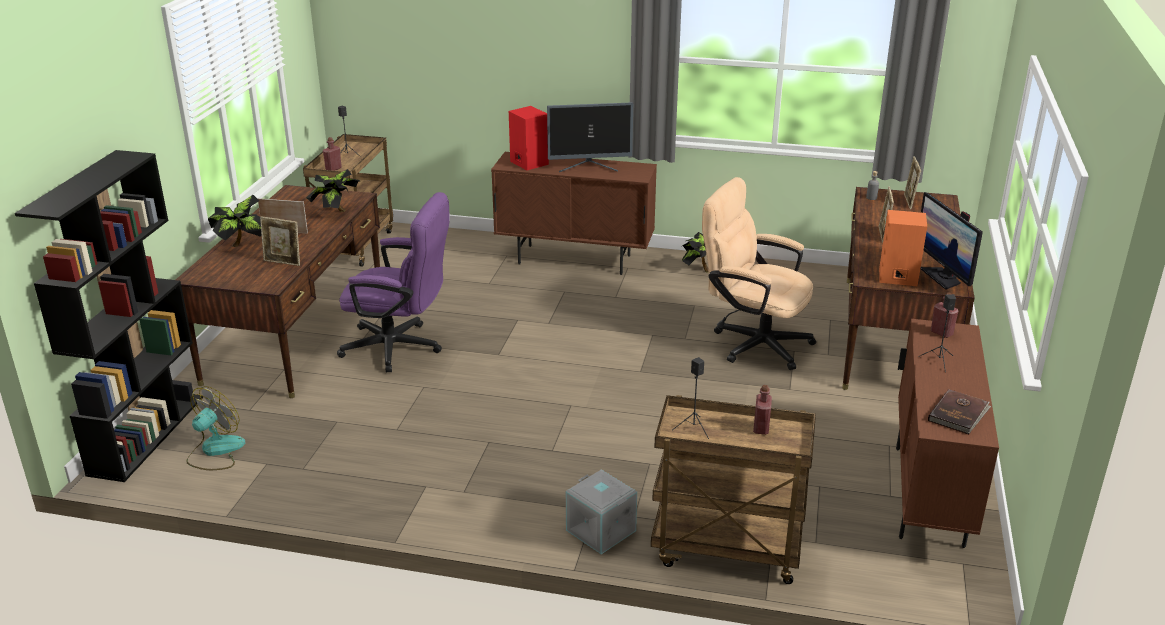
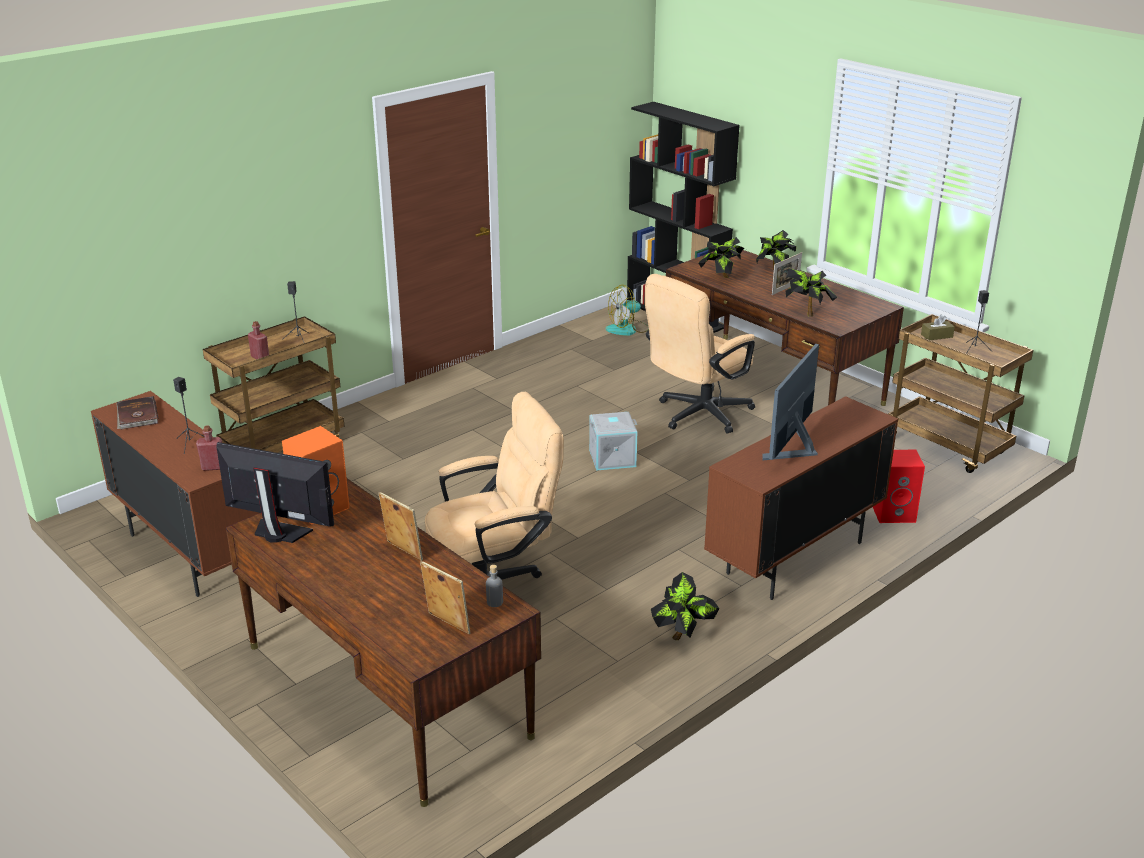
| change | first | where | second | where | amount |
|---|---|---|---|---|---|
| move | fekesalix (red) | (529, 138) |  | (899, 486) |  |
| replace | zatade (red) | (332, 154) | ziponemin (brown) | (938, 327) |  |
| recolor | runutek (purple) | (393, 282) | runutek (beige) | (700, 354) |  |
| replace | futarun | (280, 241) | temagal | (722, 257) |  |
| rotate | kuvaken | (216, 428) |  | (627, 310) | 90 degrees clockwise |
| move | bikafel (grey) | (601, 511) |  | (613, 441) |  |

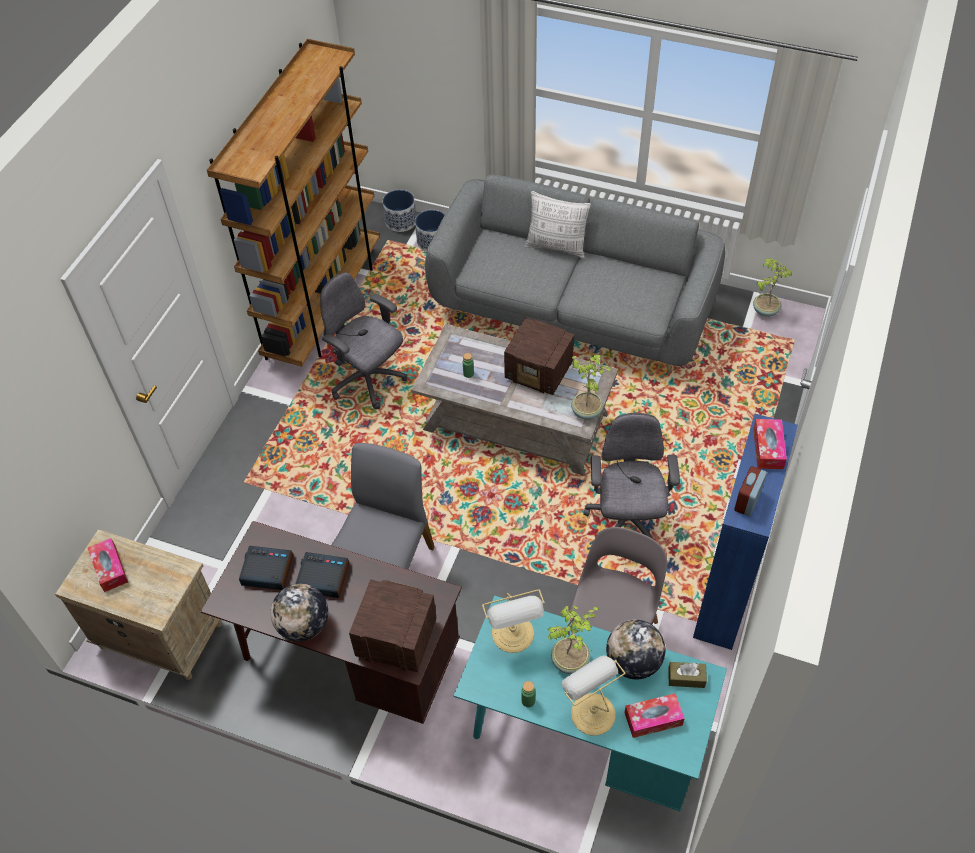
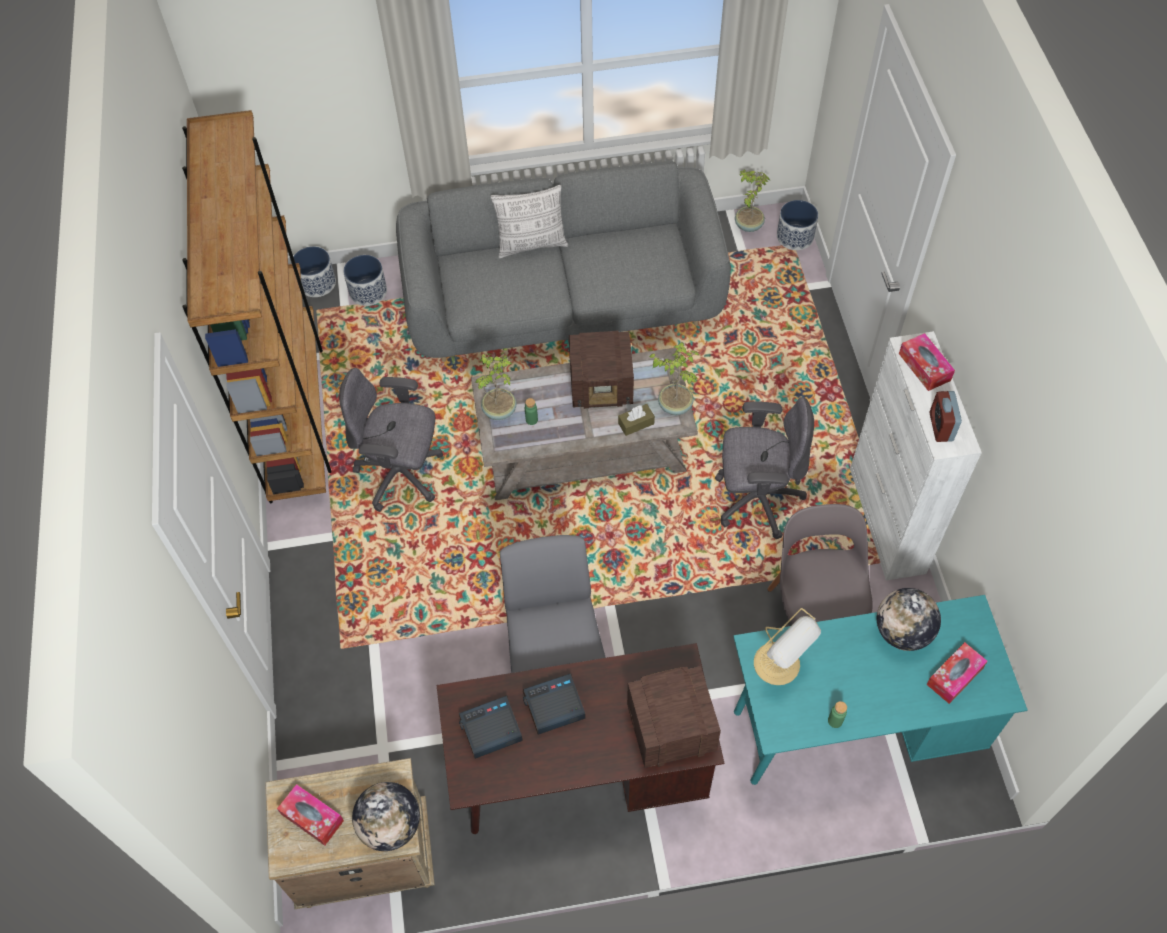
| change | first | where | second | where | amount |
|---|---|---|---|---|---|
| rotate | runutek (grey) | (631, 476) |  | (764, 468) | 120 degrees clockwise |
| recolor | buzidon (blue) | (745, 532) | buzidon (white) | (916, 455) |  |
| move | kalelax | (299, 612) |  | (386, 816) |  |
| move | temagal | (573, 640) |  | (495, 384) |  |
| delete | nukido | (593, 695) |  |  |  |
| move | ziponemin (brown) | (687, 675) |  | (636, 420) |  |
| insert |  |  | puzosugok | (797, 225) |  |

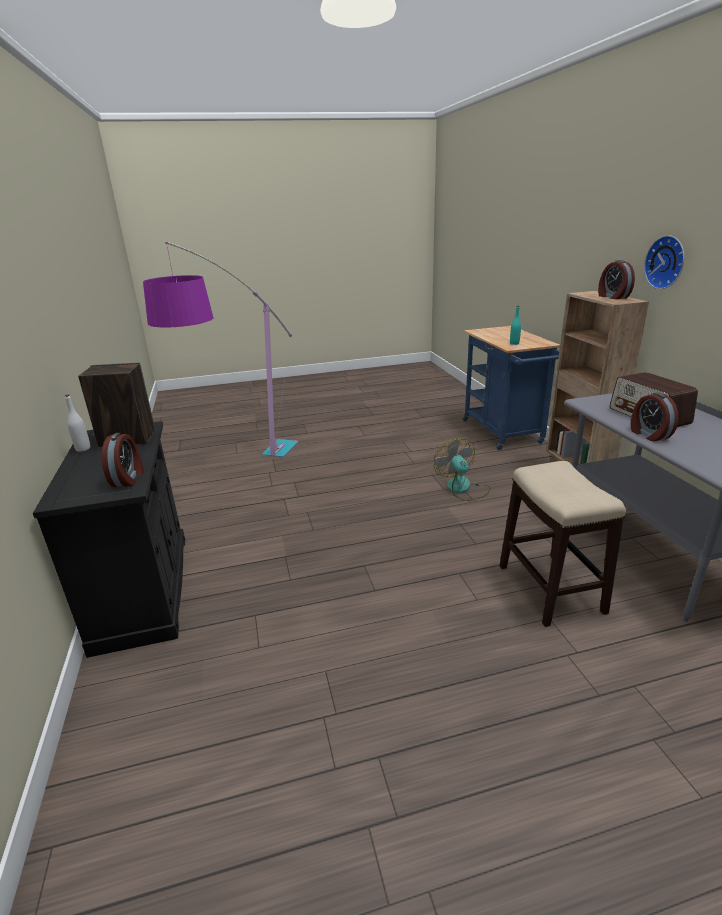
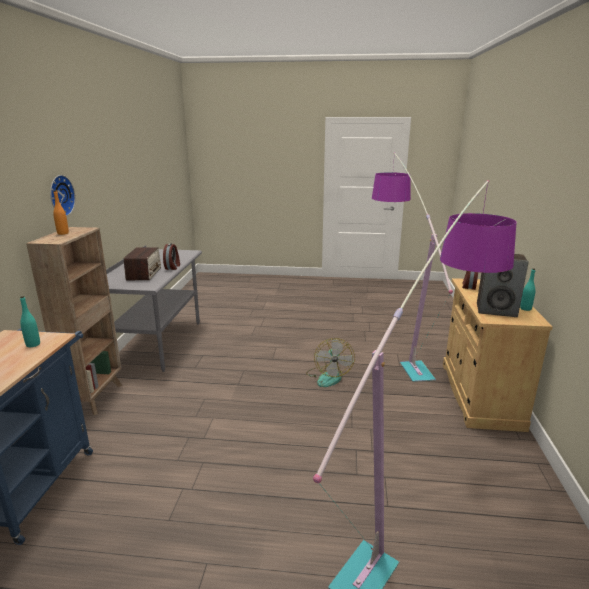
| change | first | where | second | where | amount |
|---|---|---|---|---|---|
| replace | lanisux | (616, 279) | zatade (orange) | (61, 212) |  |
| recolor | zatade (white) | (77, 422) | zatade (turquoise) | (527, 289) |  |
| recolor | buzidon (black) | (109, 539) | buzidon (beige) | (498, 355) |  |
| move | kuvaken | (462, 469) |  | (330, 362) |  |
| delete | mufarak | (563, 544) |  |  |  |
| insert |  |  | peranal | (412, 267) |  |

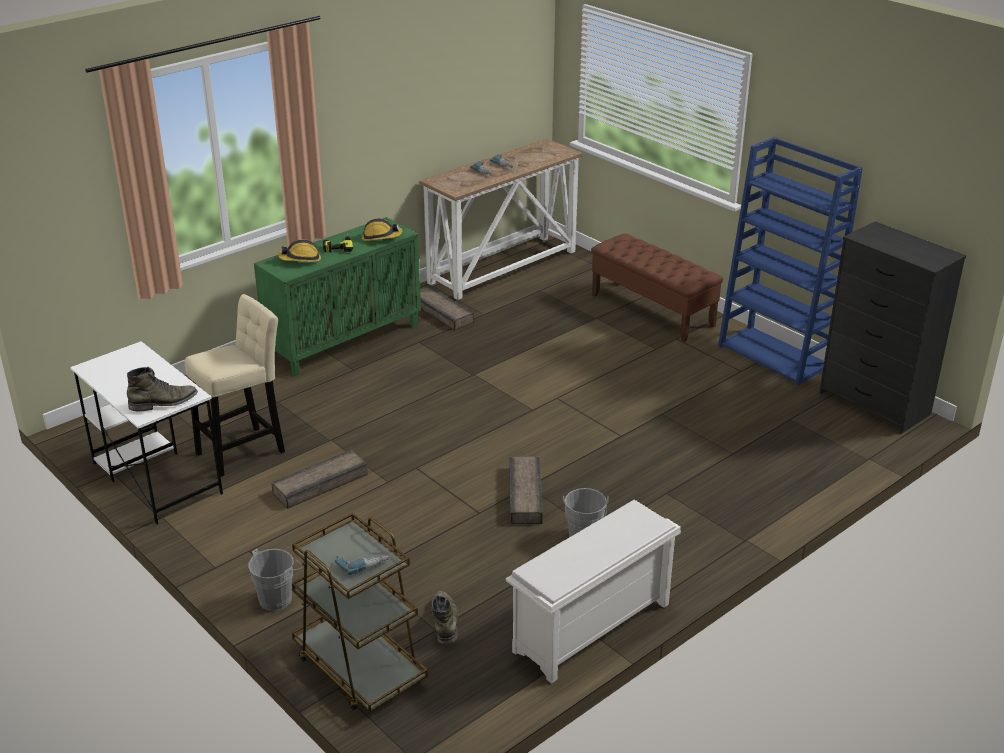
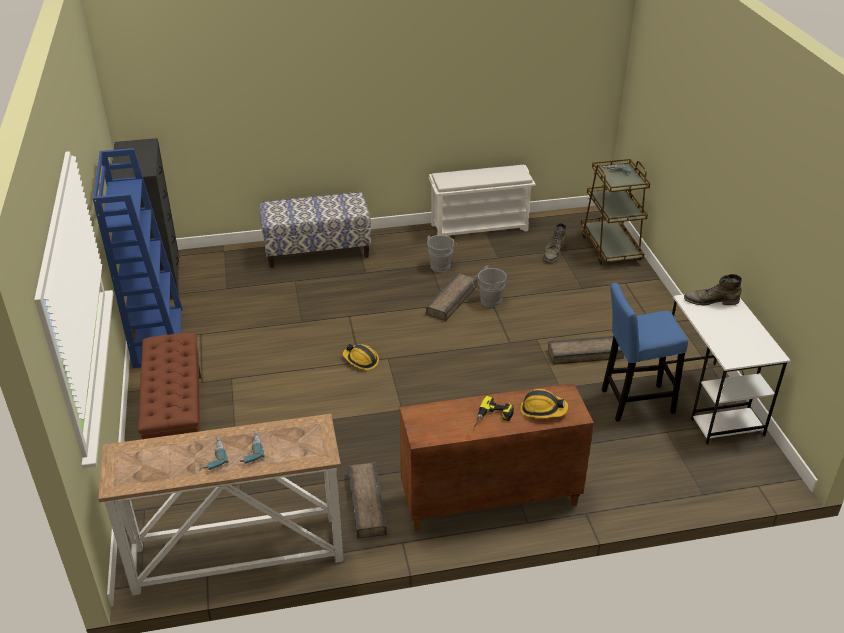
| change | first | where | second | where | amount |
|---|---|---|---|---|---|
| recolor | buzidon (green) | (337, 296) | buzidon (brown) | (496, 457) |  |
| move | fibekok | (382, 229) |  | (361, 357) |  |
| recolor | mufarak (beige) | (235, 385) | mufarak (blue) | (645, 352) |  |
| move | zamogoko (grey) | (275, 580) |  | (490, 286) |  |
| insert |  |  | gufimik | (315, 230) |  |

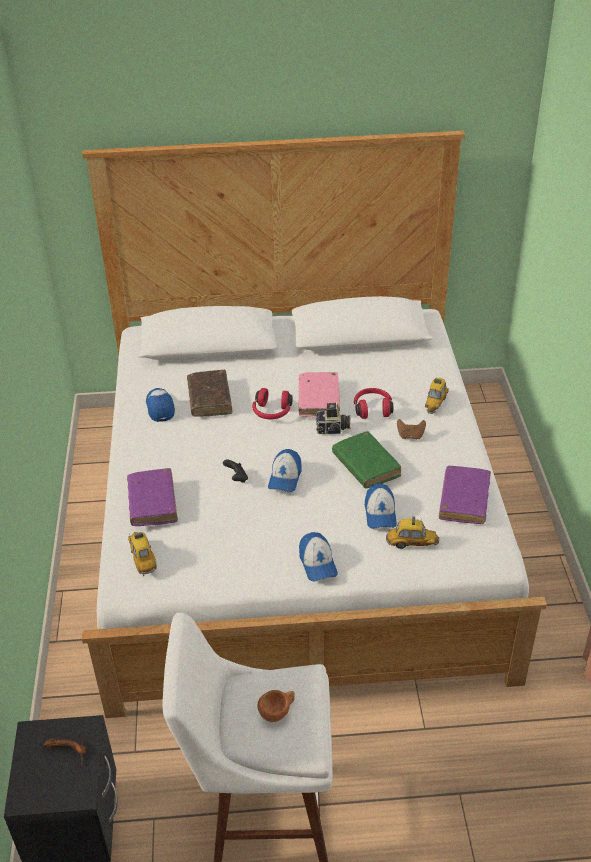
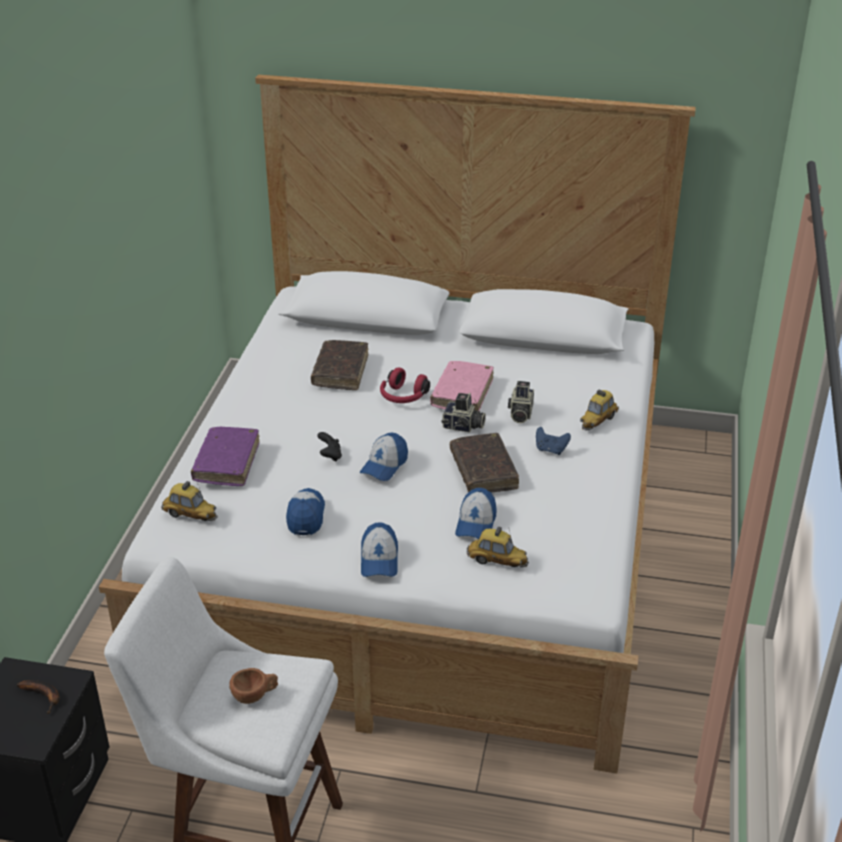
| change | first | where | second | where | amount |
|---|---|---|---|---|---|
| move | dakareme | (160, 405) |  | (305, 511) |  |
| replace | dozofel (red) | (373, 403) | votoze | (521, 402) |  |
| recolor | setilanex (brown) | (411, 429) | setilanex (blue) | (553, 441) |  |
| recolor | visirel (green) | (366, 460) | visirel (brown) | (484, 462) |  |
| delete | visirel (purple) | (465, 495) |  |  |  |
| rotate | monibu | (142, 554) |  | (189, 501) | 120 degrees clockwise |

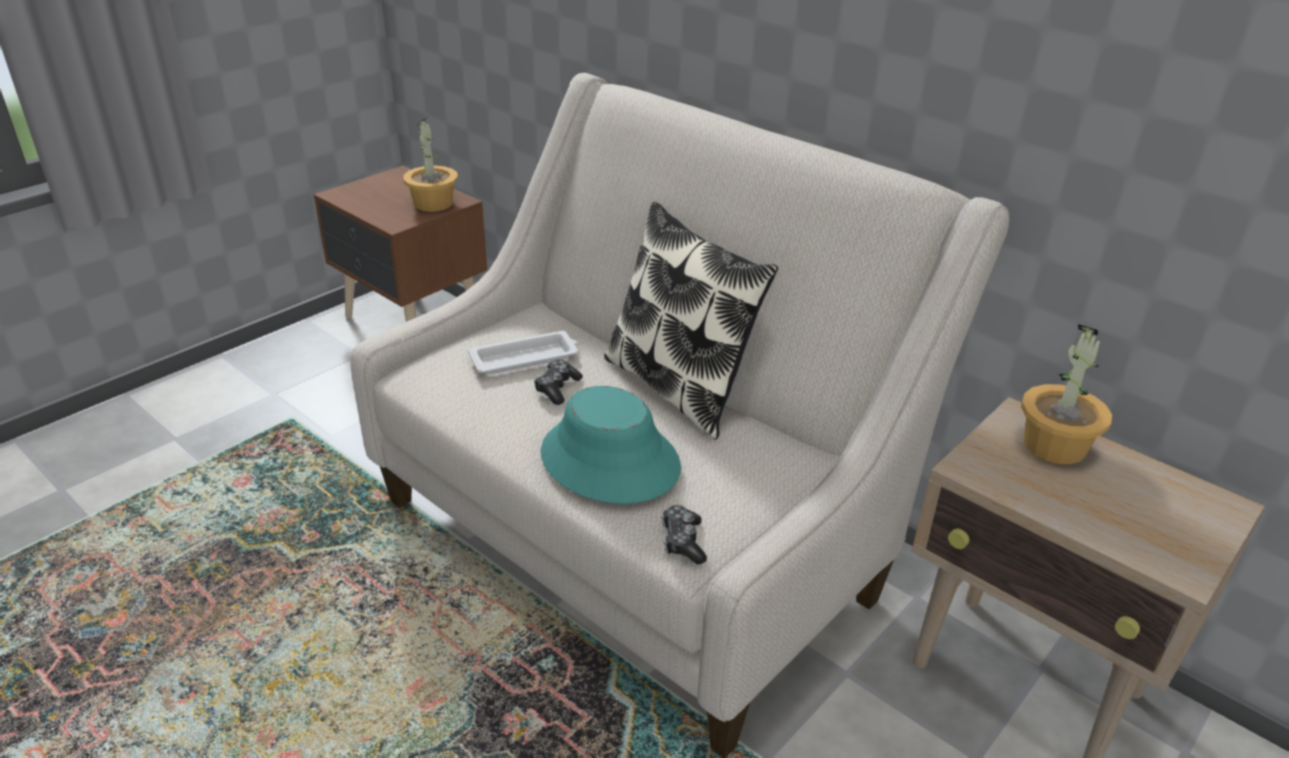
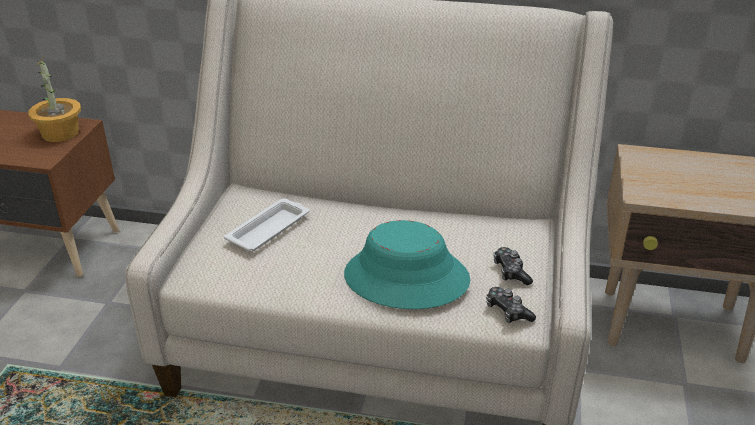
| change | first | where | second | where | amount |
|---|---|---|---|---|---|
| delete | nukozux | (691, 320) |  |  |  |
| delete | temagal | (1066, 394) |  |  |  |
| move | setilanex | (558, 382) |  | (513, 266) |  |

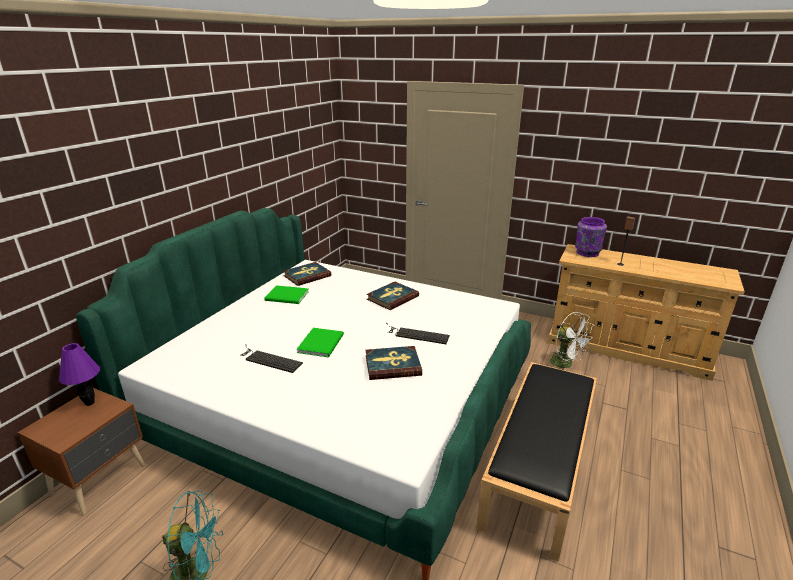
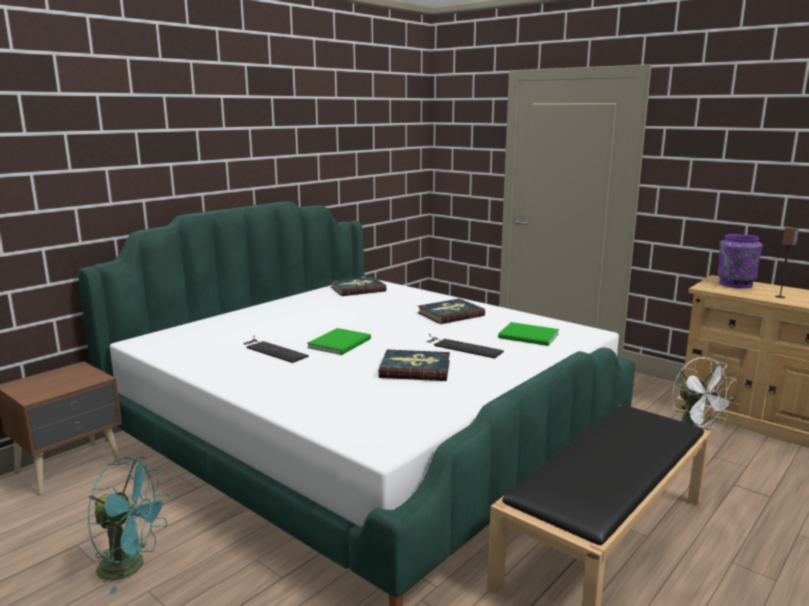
| change | first | where | second | where | amount |
|---|---|---|---|---|---|
| move | visirel (green) | (286, 294) |  | (528, 334) |  |
| delete | nukido (purple) | (79, 374) |  |  |  |

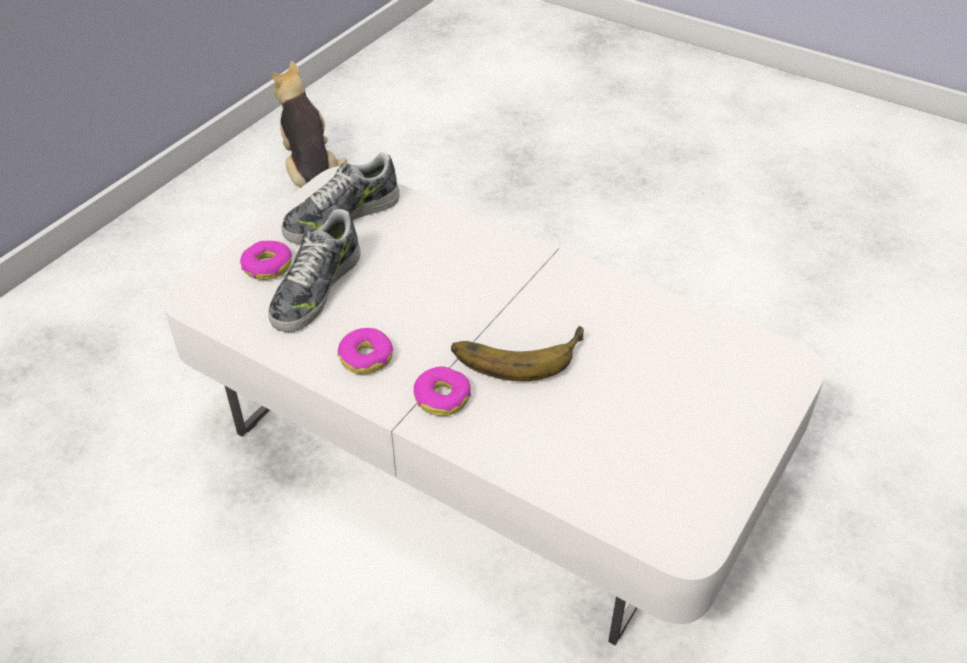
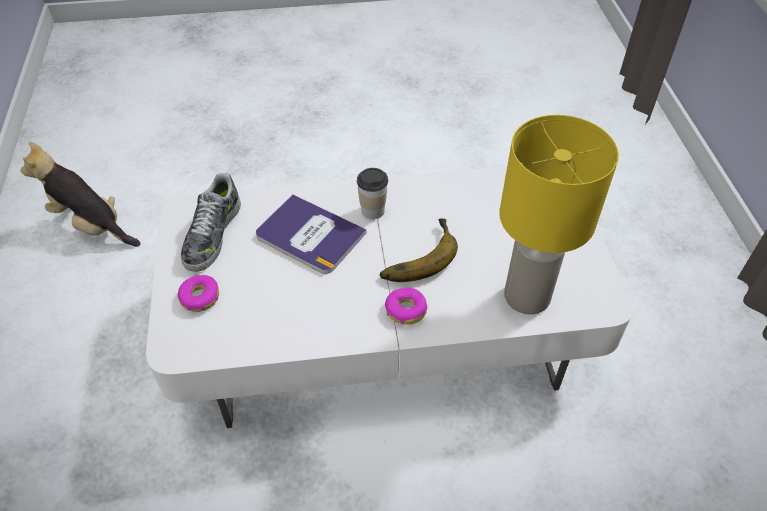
| change | first | where | second | where | amount |
|---|---|---|---|---|---|
| delete | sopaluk | (314, 270) |  |  |  |
| delete | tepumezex | (365, 351) |  |  |  |
| insert |  |  | nukido (yellow) | (559, 214) |  |
| insert |  |  | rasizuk | (372, 193) |  |
| insert |  |  | visirel | (311, 234) |  |

